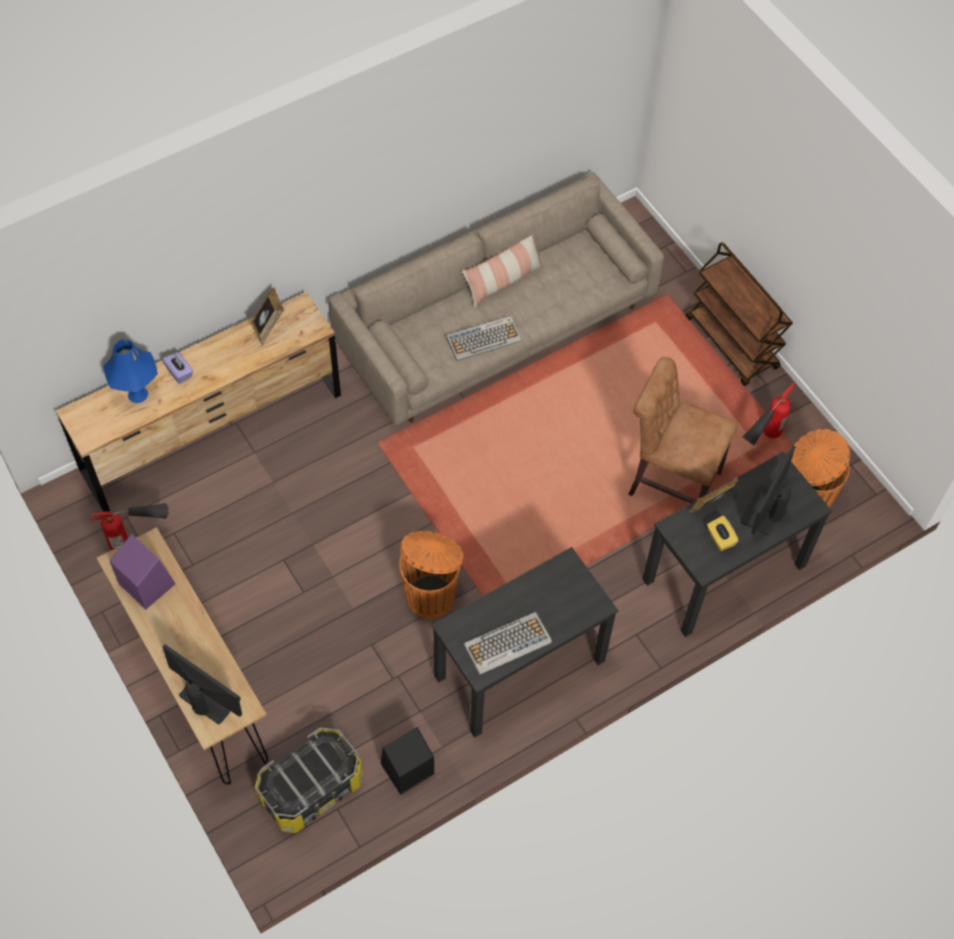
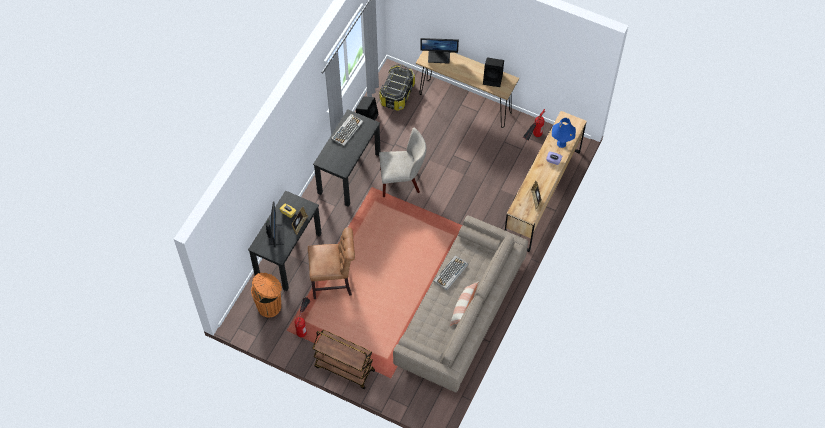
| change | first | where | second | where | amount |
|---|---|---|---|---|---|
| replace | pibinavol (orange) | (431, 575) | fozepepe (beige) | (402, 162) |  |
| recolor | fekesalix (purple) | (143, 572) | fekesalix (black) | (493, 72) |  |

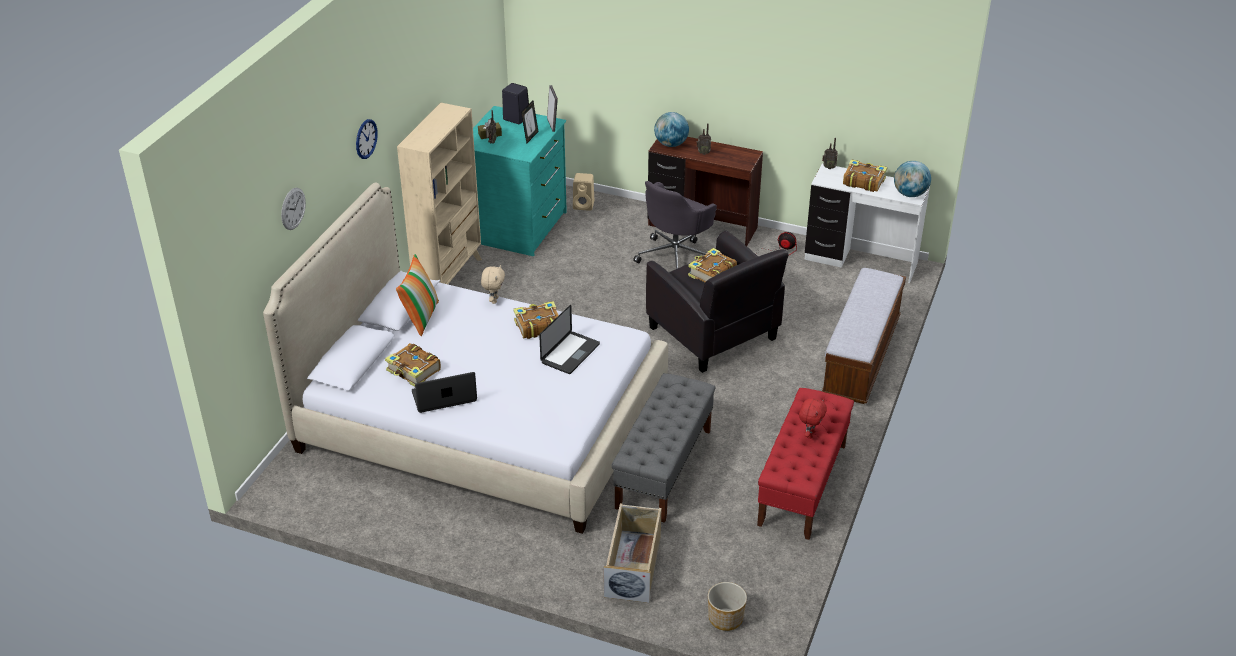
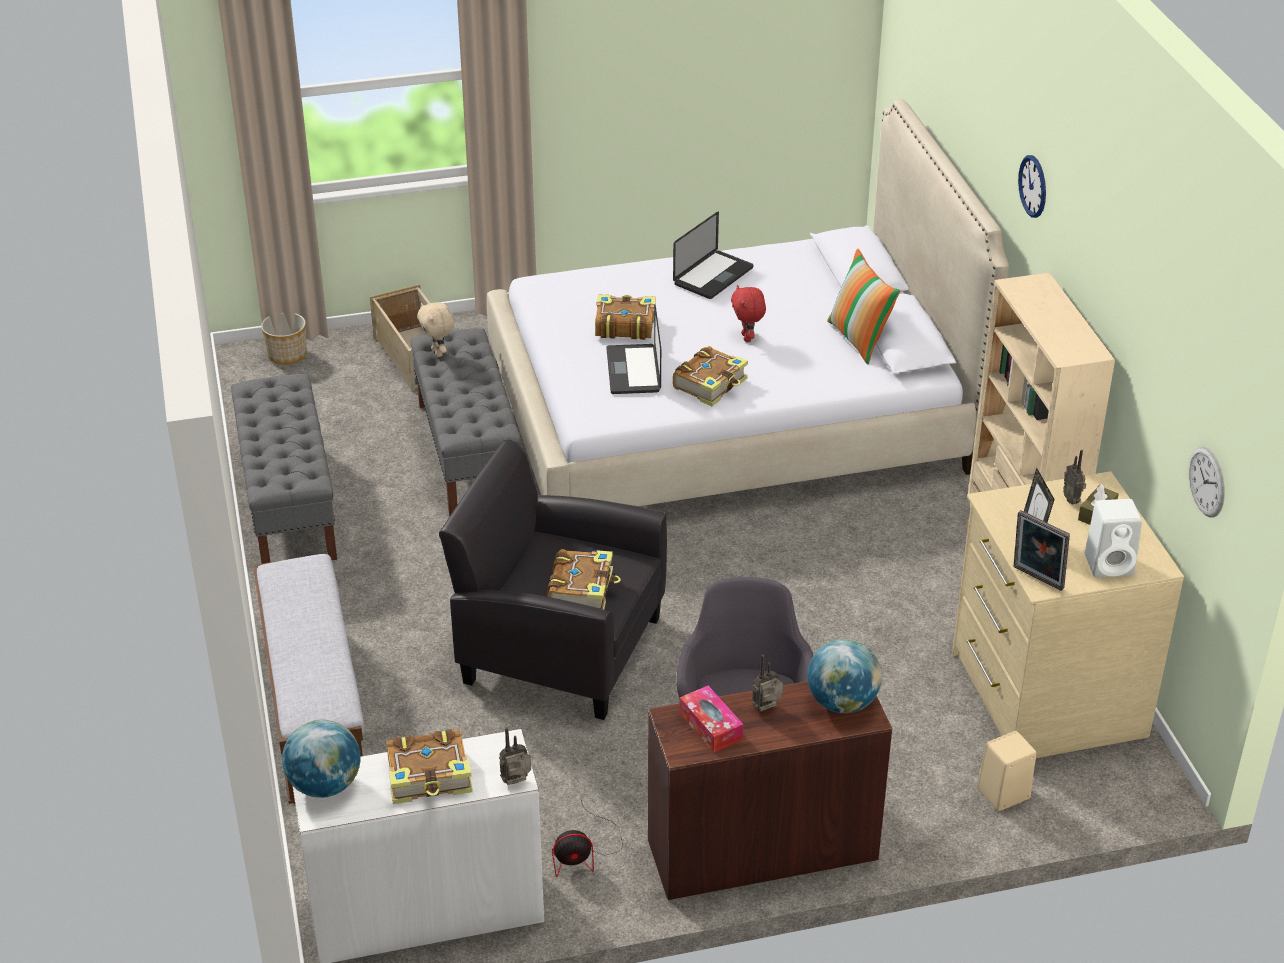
| change | first | where | second | where | amount |
|---|---|---|---|---|---|
| recolor | fekesalix (black) | (515, 103) | fekesalix (white) | (1113, 538) |  |
| recolor | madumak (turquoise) | (520, 181) | madumak (beige) | (1068, 614) |  |
| move | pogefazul | (293, 209) |  | (1207, 481) |  |
| move | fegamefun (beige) | (493, 284) |  | (435, 329) |  |
| move | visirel | (413, 365) |  | (625, 317) |  |
| recolor | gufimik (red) | (805, 464) | gufimik (grey) | (284, 469) |  |
| move | fegamefun (red) | (813, 418) |  | (748, 313) |  |
| insert |  |  | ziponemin | (711, 719) |  |

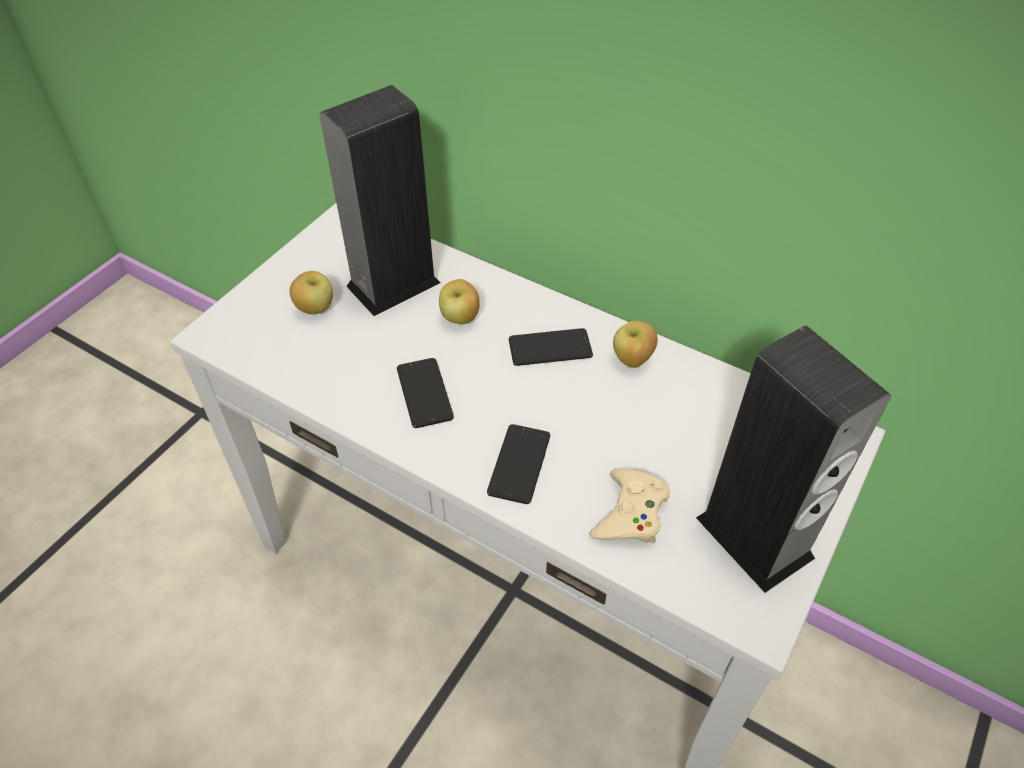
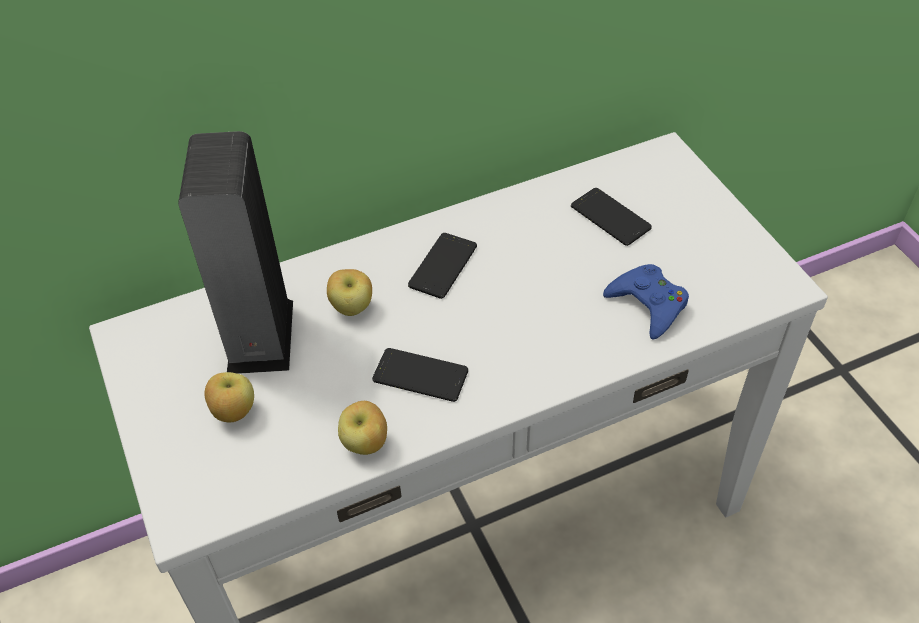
| change | first | where | second | where | amount |
|---|---|---|---|---|---|
| move | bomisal | (635, 344) |  | (362, 428) |  |
| delete | fekesalix | (793, 459) |  |  |  |
| move | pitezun | (518, 464) |  | (611, 217) |  |
| recolor | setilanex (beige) | (629, 506) | setilanex (blue) | (646, 302) |  |

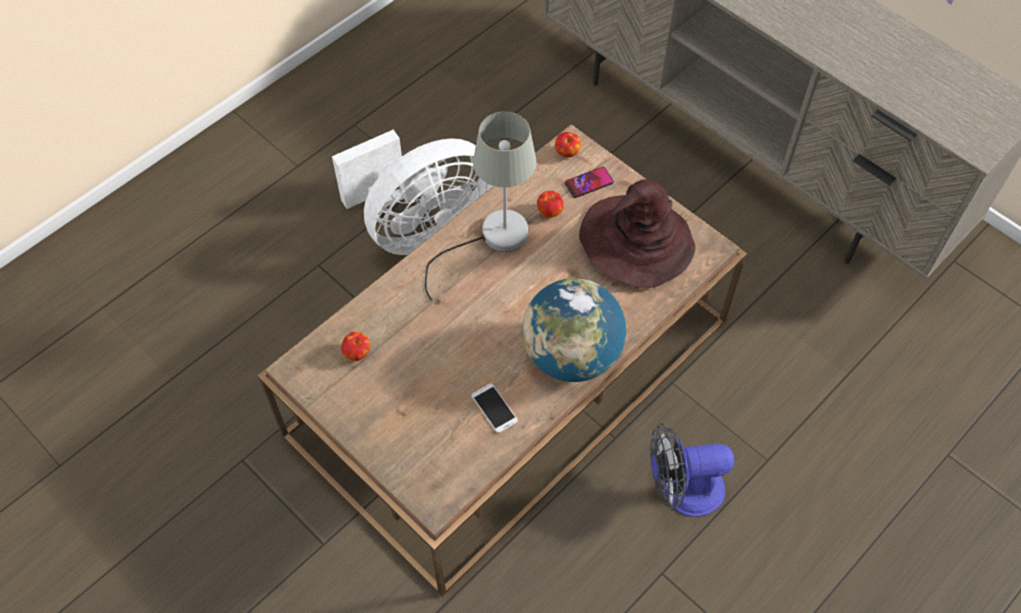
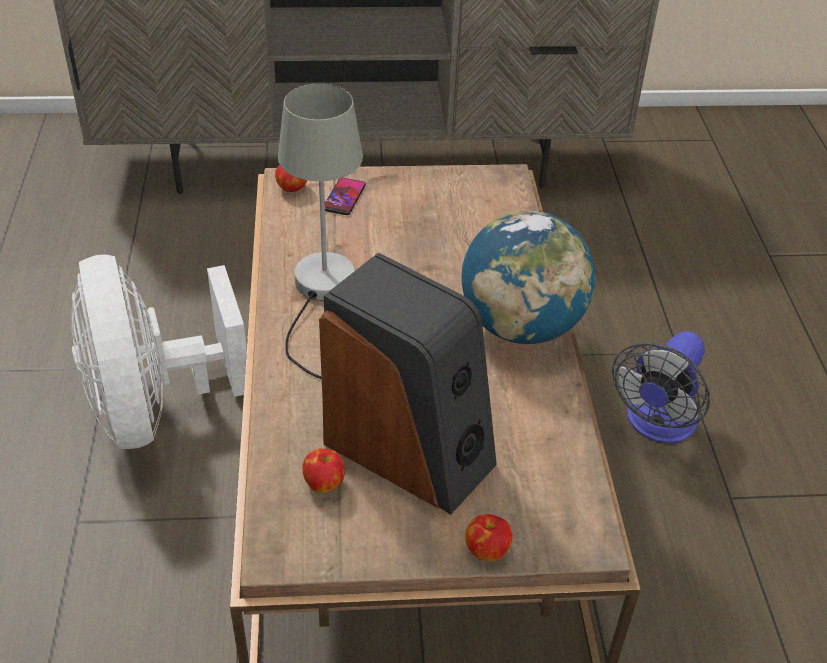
| change | first | where | second | where | amount |
|---|---|---|---|---|---|
| rotate | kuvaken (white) | (412, 192) |  | (159, 351) | 150 degrees clockwise |
| delete | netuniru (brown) | (637, 234) |  |  |  |
| move | bomisal | (550, 204) |  | (488, 537) |  |
| delete | pitezun | (494, 408) |  |  |  |
| insert |  |  | fekesalix | (408, 383) |  |

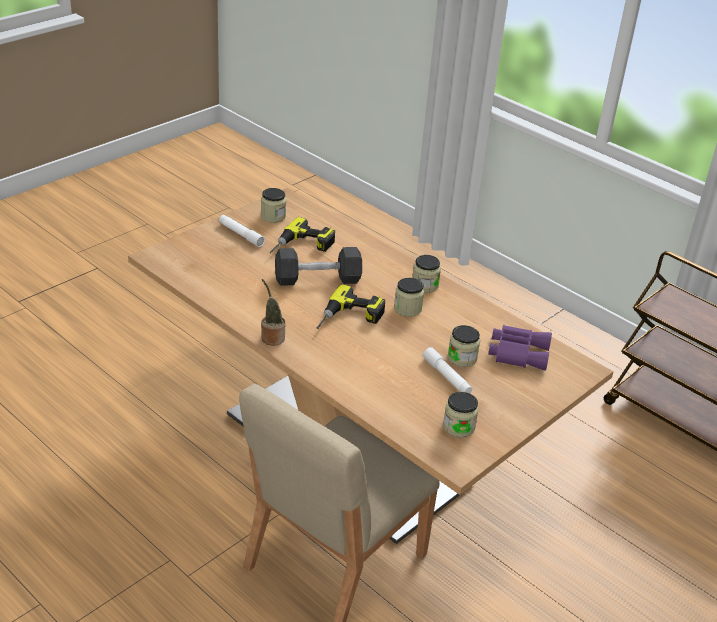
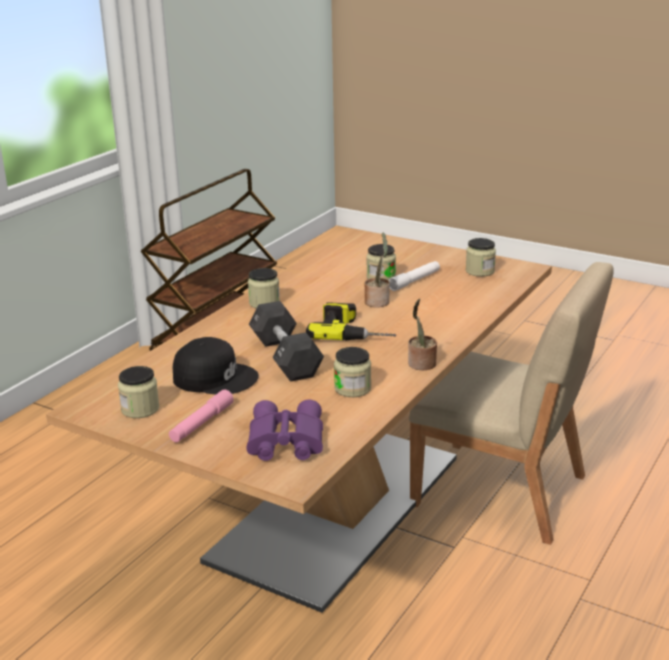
| change | first | where | second | where | amount |
|---|---|---|---|---|---|
| recolor | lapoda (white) | (242, 231) | lapoda (pink) | (201, 415) |  |
| replace | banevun | (302, 235) | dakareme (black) | (216, 365) |  |
| move | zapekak | (409, 297) |  | (352, 372) |  |
| move | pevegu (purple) | (520, 348) |  | (285, 430) |  |
| insert |  |  | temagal | (377, 270) |  |

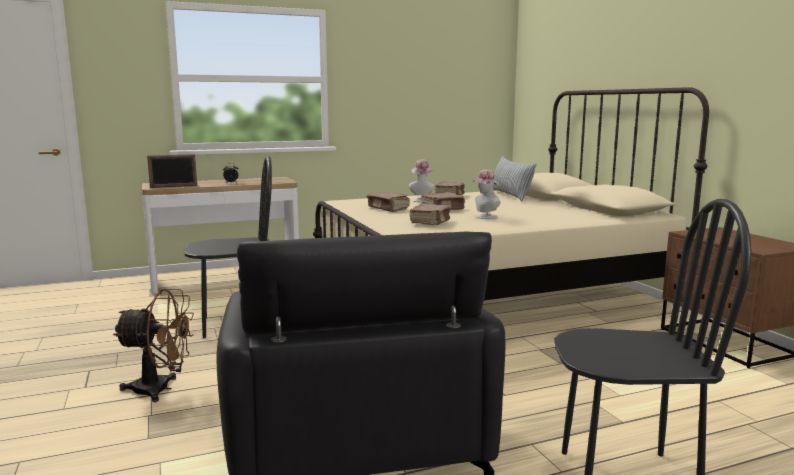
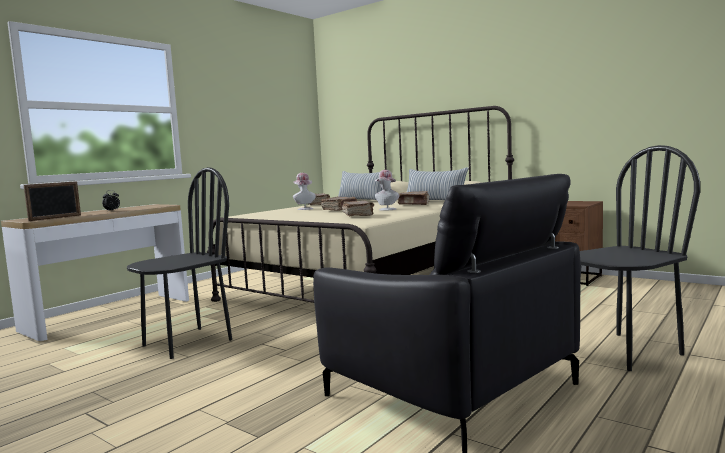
| change | first | where | second | where | amount |
|---|---|---|---|---|---|
| move | visirel (brown) | (388, 202) |  | (414, 198) |  |
| delete | kuvaken (brown) | (153, 345) |  |  |  |
| insert |  |  | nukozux | (438, 183) |  |

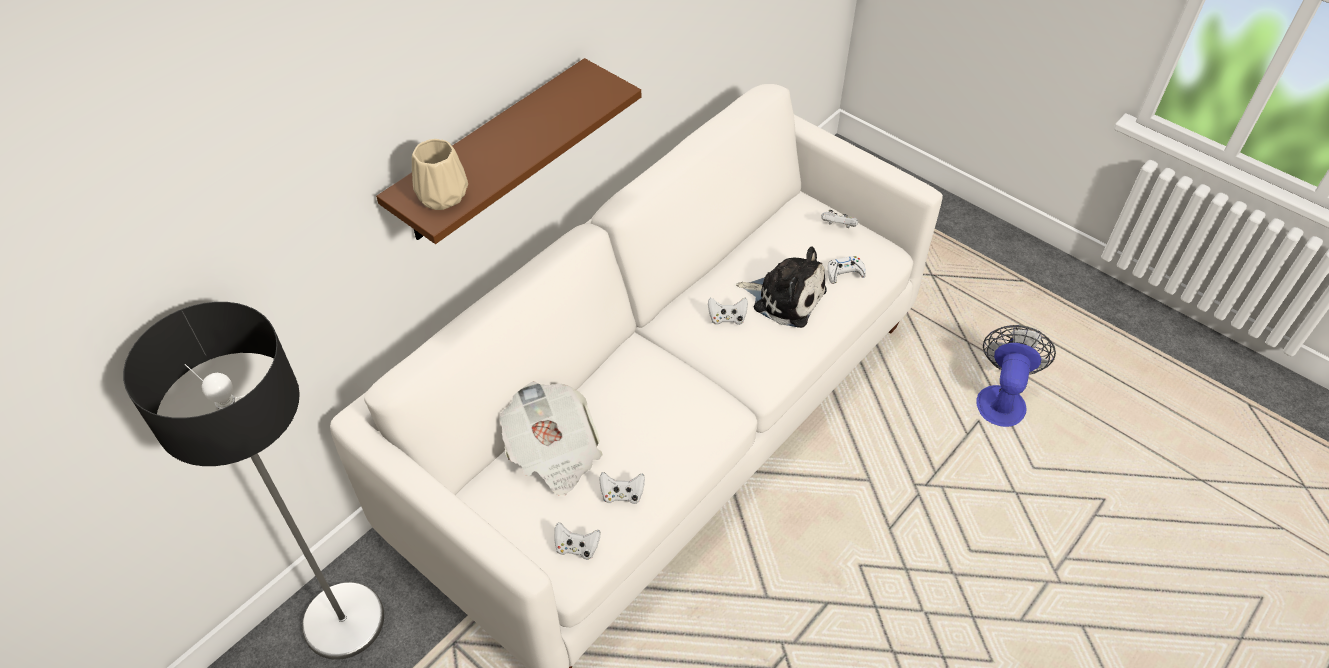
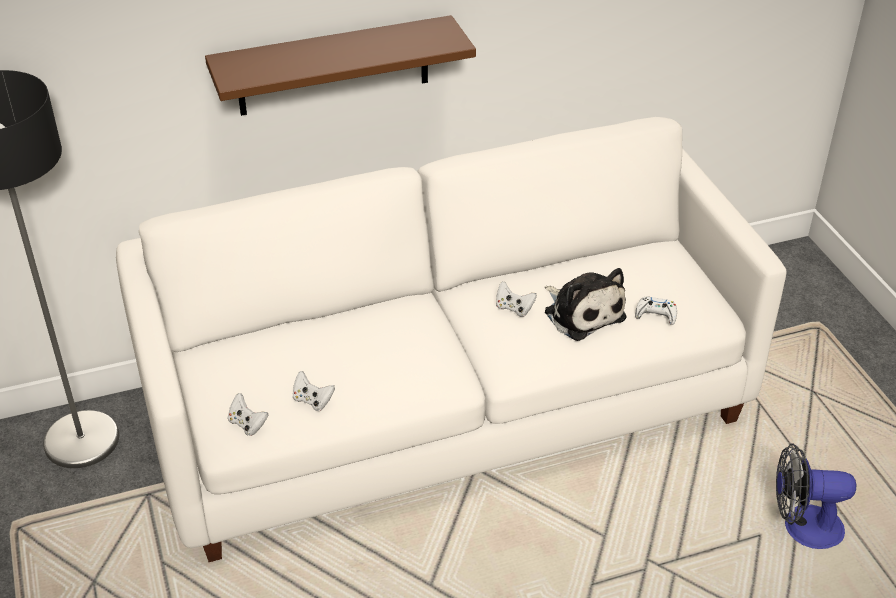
| change | first | where | second | where | amount |
|---|---|---|---|---|---|
| delete | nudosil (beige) | (440, 174) |  |  |  |
| delete | setilanex (white) | (839, 219) |  |  |  |
| rotate | kuvaken | (1016, 376) |  | (816, 496) | 135 degrees counterclockwise |
| delete | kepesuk | (551, 438) |  |  |  |

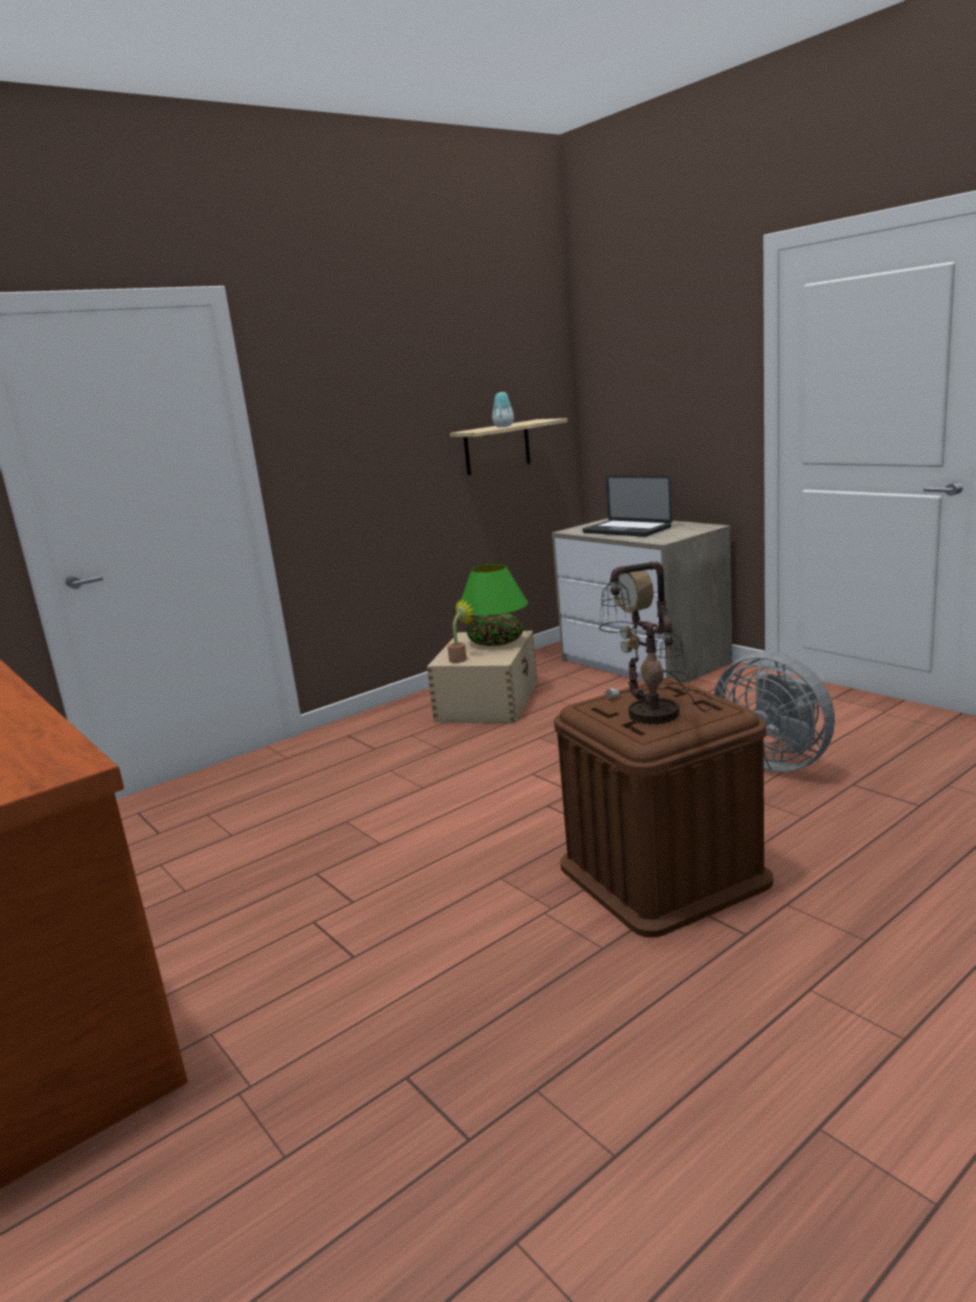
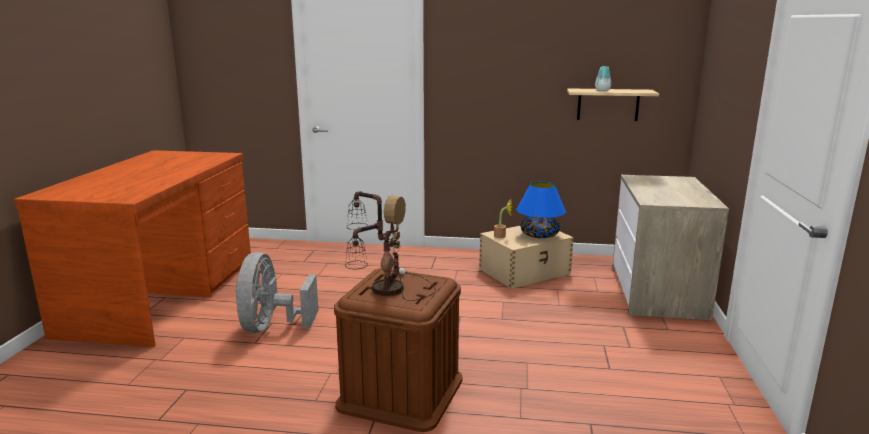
| change | first | where | second | where | amount |
|---|---|---|---|---|---|
| delete | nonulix | (627, 506) |  |  |  |
| recolor | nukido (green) | (494, 605) | nukido (blue) | (541, 210) |  |
| move | kuvaken (grey) | (774, 711) |  | (277, 292) |  |

